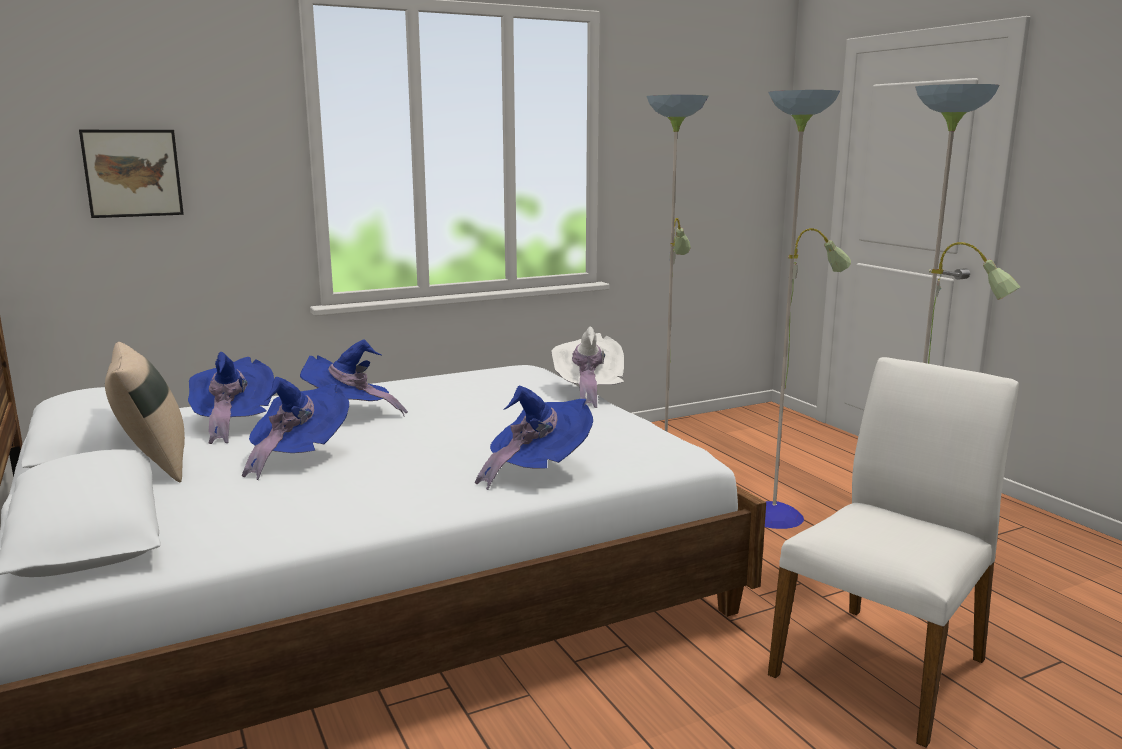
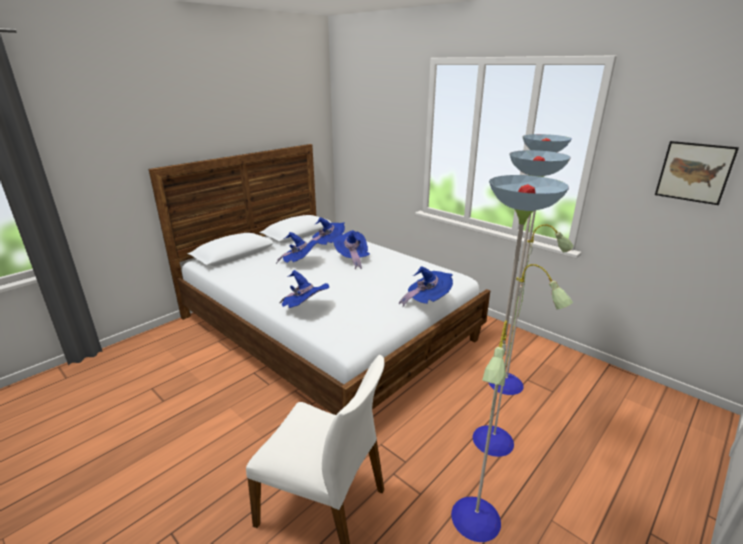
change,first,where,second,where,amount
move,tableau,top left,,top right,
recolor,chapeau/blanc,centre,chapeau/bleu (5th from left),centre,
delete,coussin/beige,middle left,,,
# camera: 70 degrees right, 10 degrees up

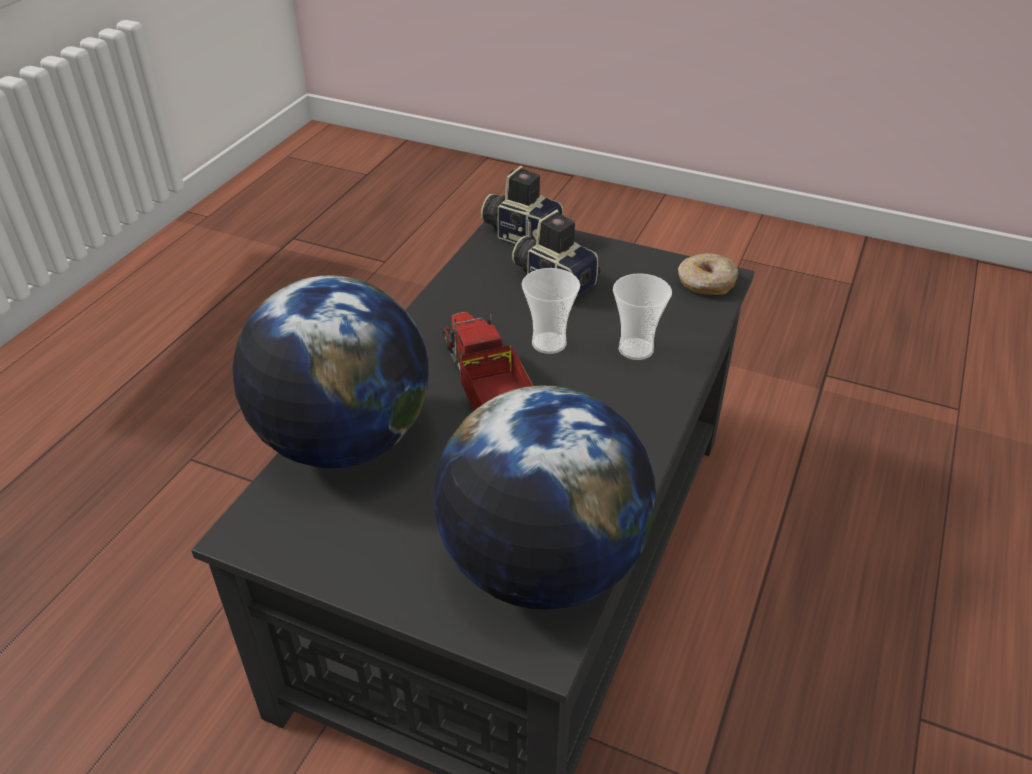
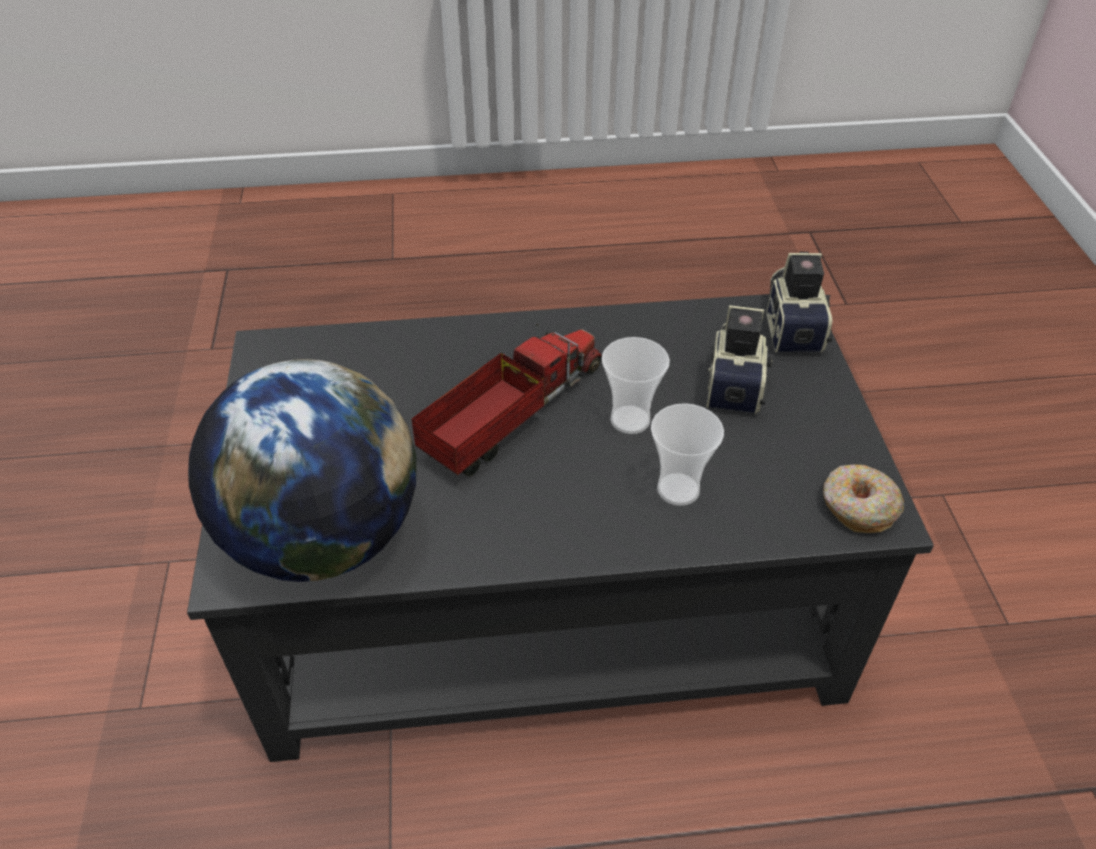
change,first,where,second,where,amount
delete,globe (1st from left),middle left,,,
# camera: 60 degrees right, 5 degrees up

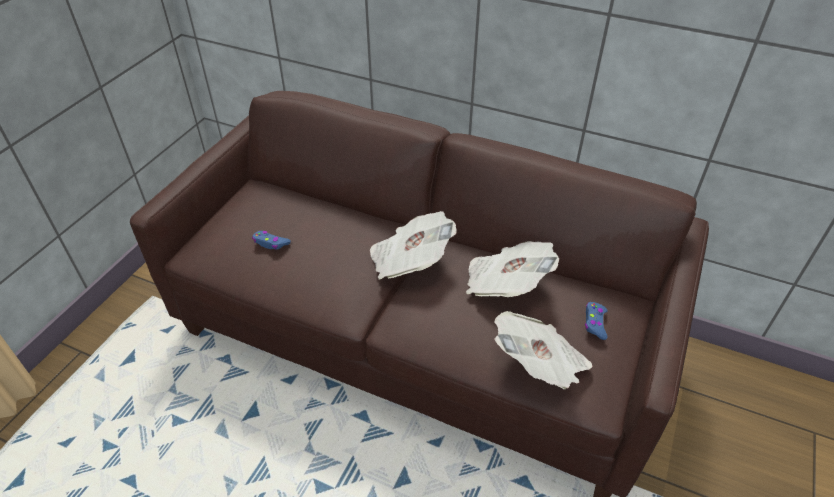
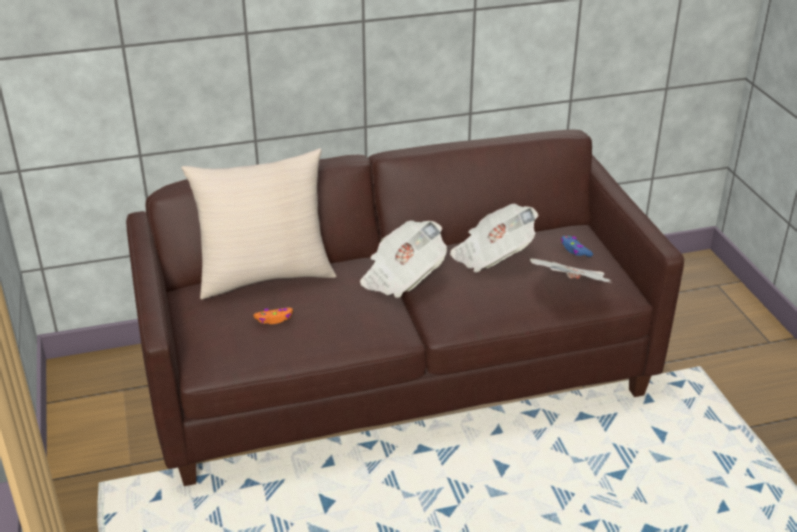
change,first,where,second,where,amount
recolor,manette/bleu (1st from left),middle left,manette/orange,centre,
insert,,,coussin/beige,middle left,
# camera: 40 degrees left, 10 degrees down

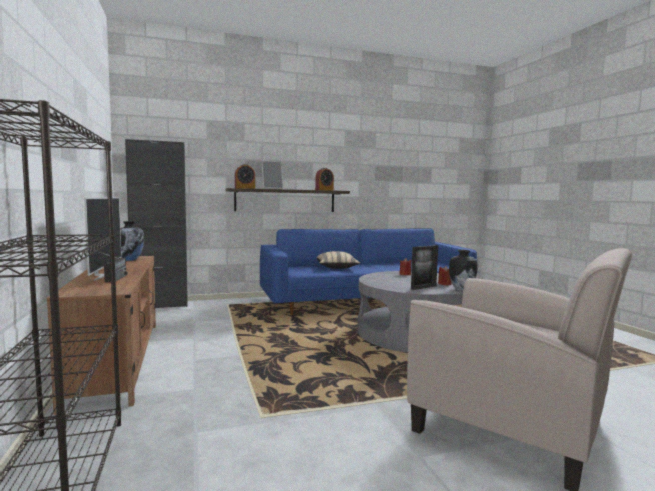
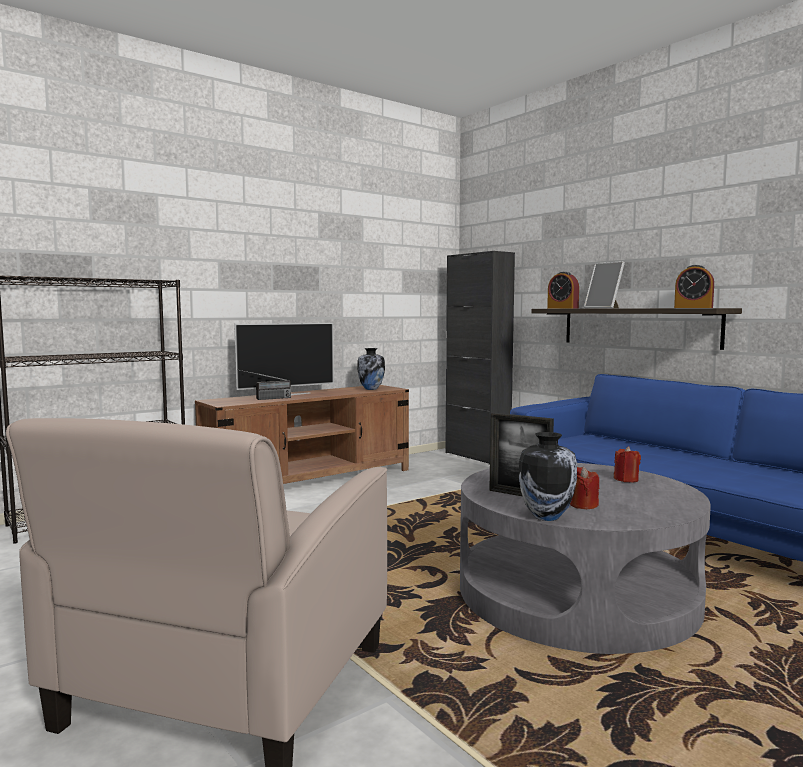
change,first,where,second,where,amount
delete,coussin/beige,centre,,,
# camera: 70 degrees right, 0 degrees up

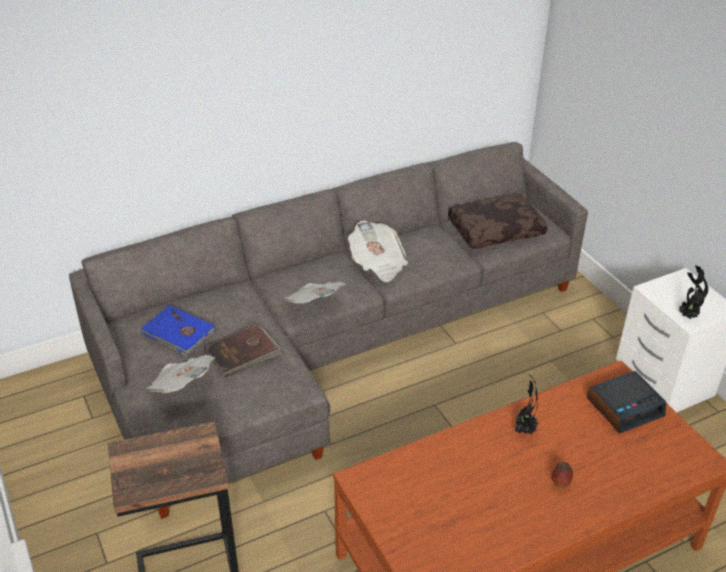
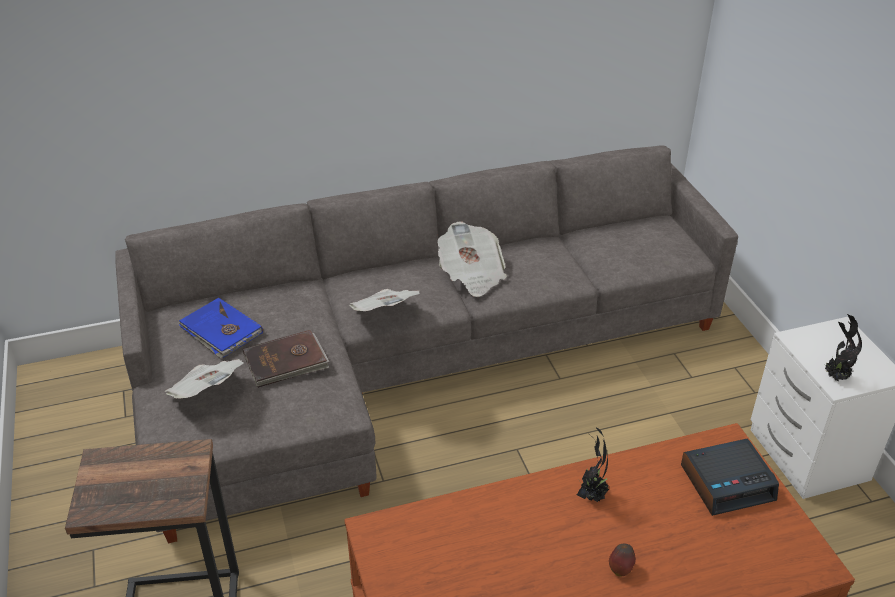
change,first,where,second,where,amount
delete,coussin/marron,middle right,,,
# camera: 10 degrees right, 0 degrees up

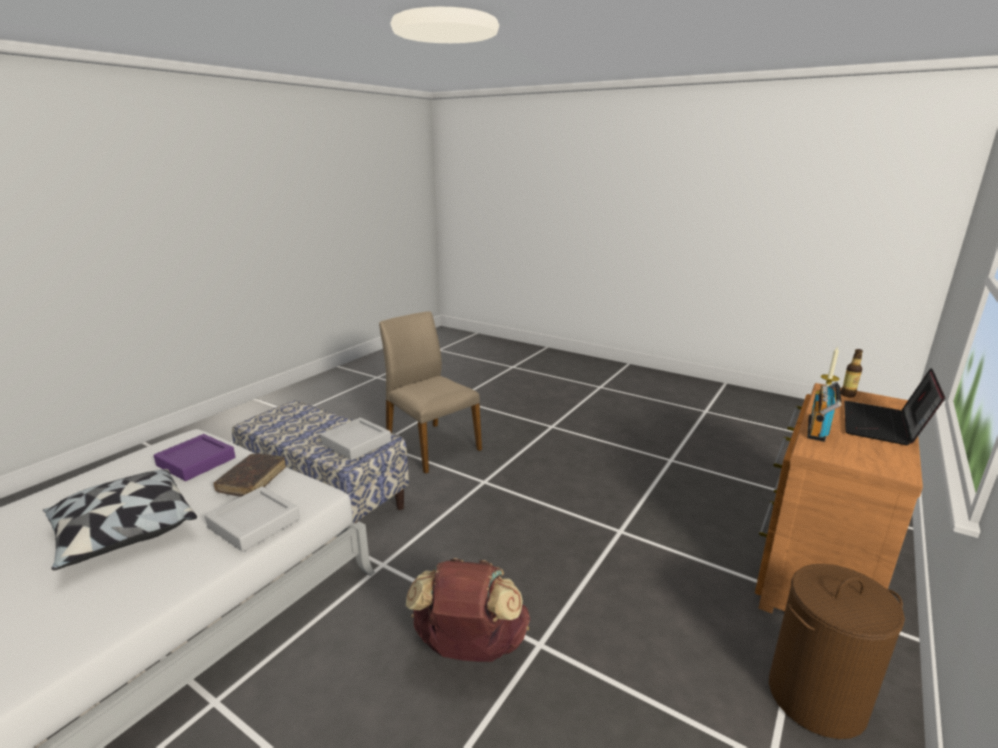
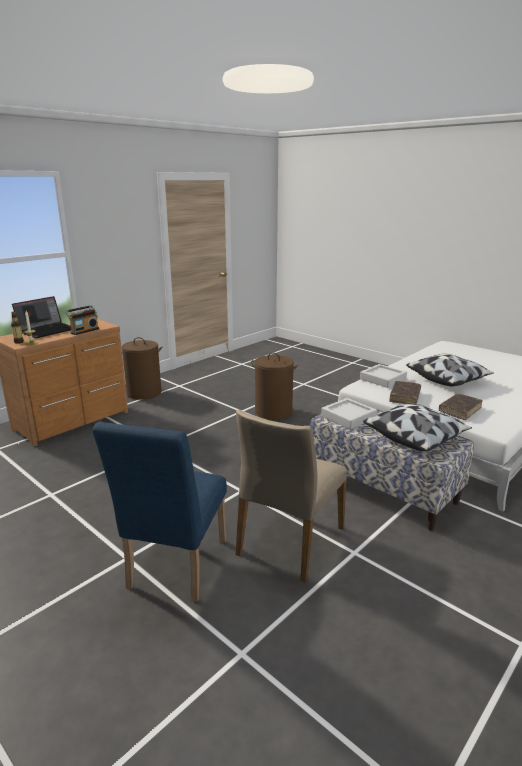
change,first,where,second,where,amount
rotate,chaise/beige,centre,,centre,60 degrees clockwise
replace,plateau/violet,middle left,livre/marron (2nd from left),middle right,
replace,sac à dos/marron,bottom centre,panier à linge/marron (2nd from left),centre,
insert,,,coussin (1st from left),middle right,
insert,,,chaise/bleu,bottom left,
# camera: 170 degrees left, 0 degrees up

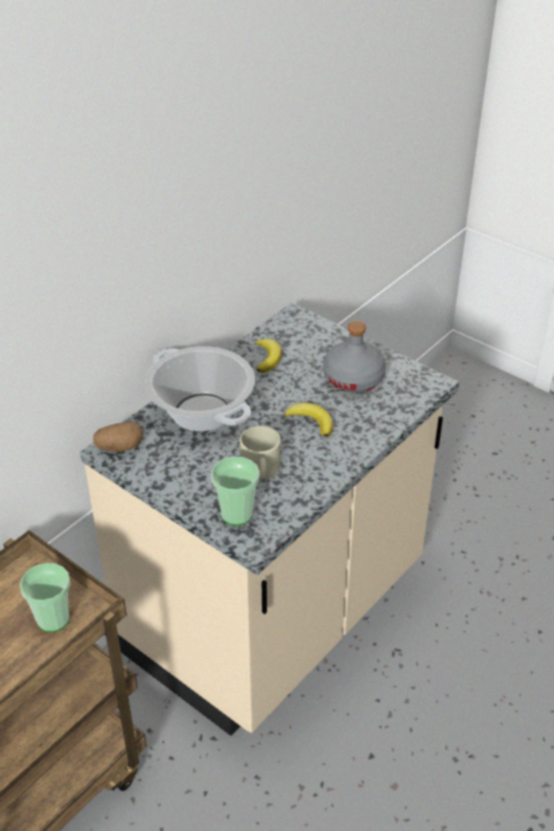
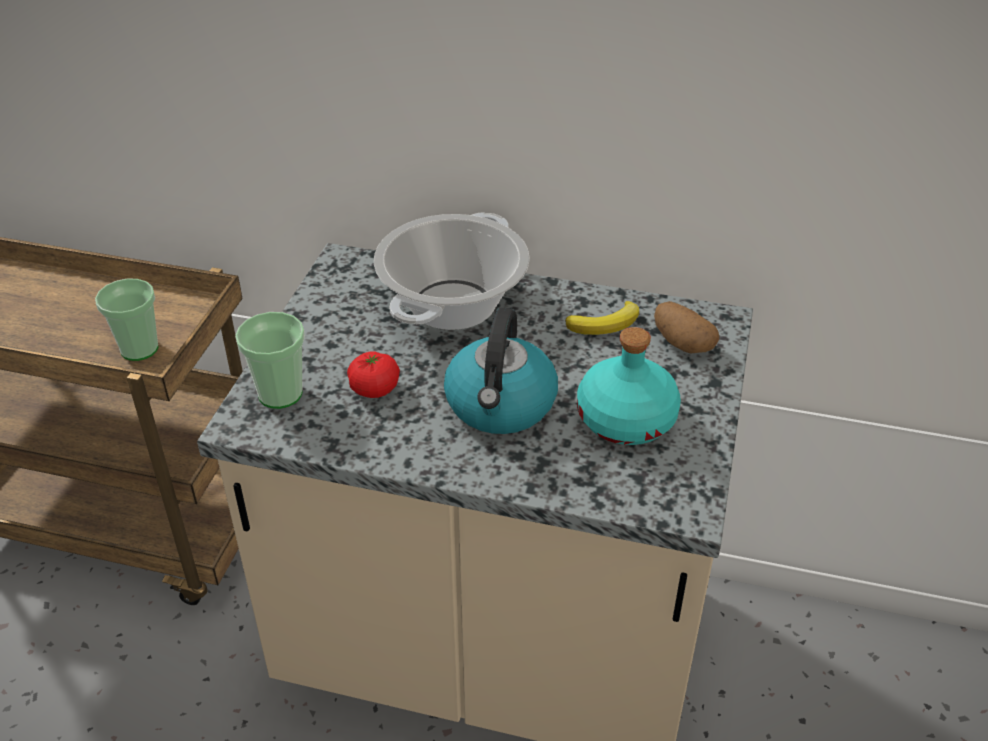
change,first,where,second,where,amount
recolor,bouteille/gris,centre,bouteille/turquoise,centre,
replace,banane (2nd from left),centre,bouilloire,centre,
move,pomme de terre,middle left,,middle right,
replace,mug/beige,centre,tomate,centre,
# camera: 65 degrees right, 0 degrees up

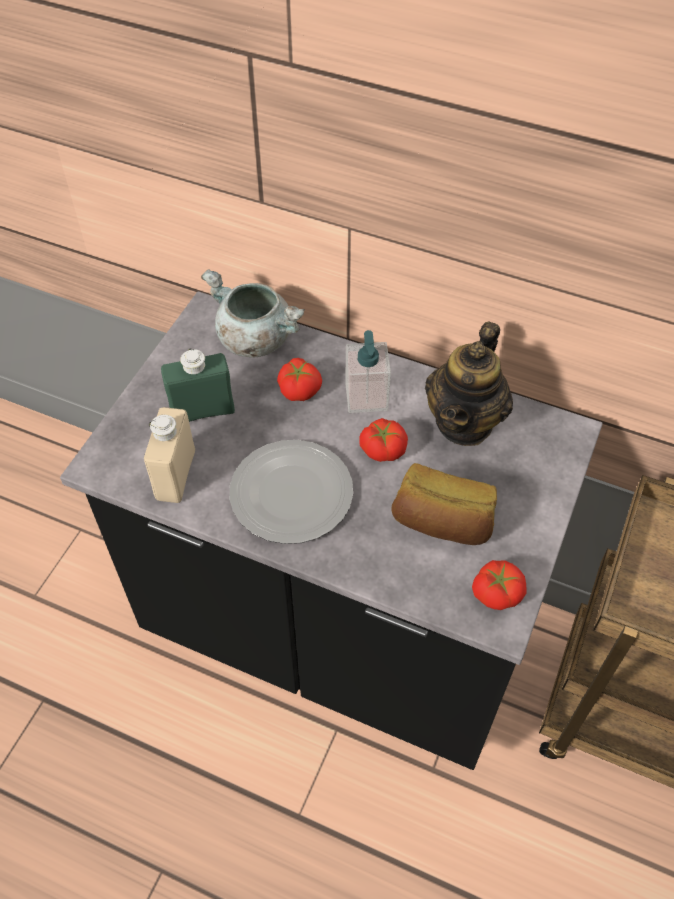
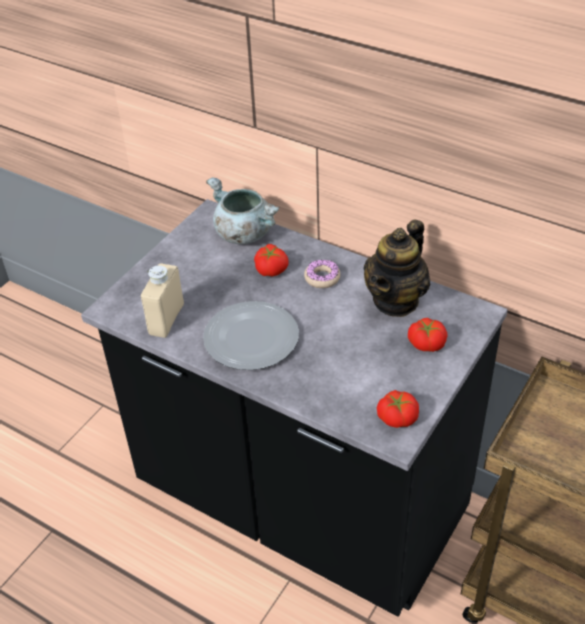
change,first,where,second,where,amount
replace,distributeur de savon,centre,beignet,centre,
delete,bouteille/vert,middle left,,,
move,tomate (2nd from left in the first image),centre,tomate (3rd from left),middle right,
delete,pain,centre,,,
# camera: 10 degrees right, 10 degrees down

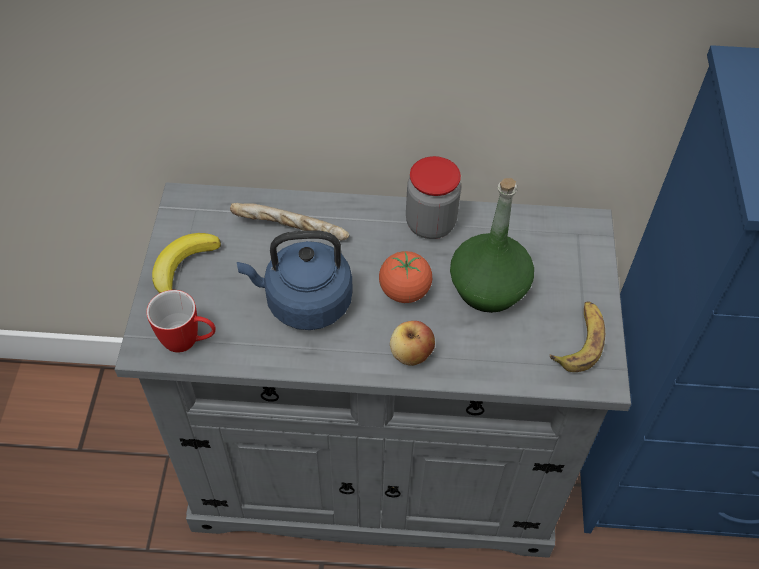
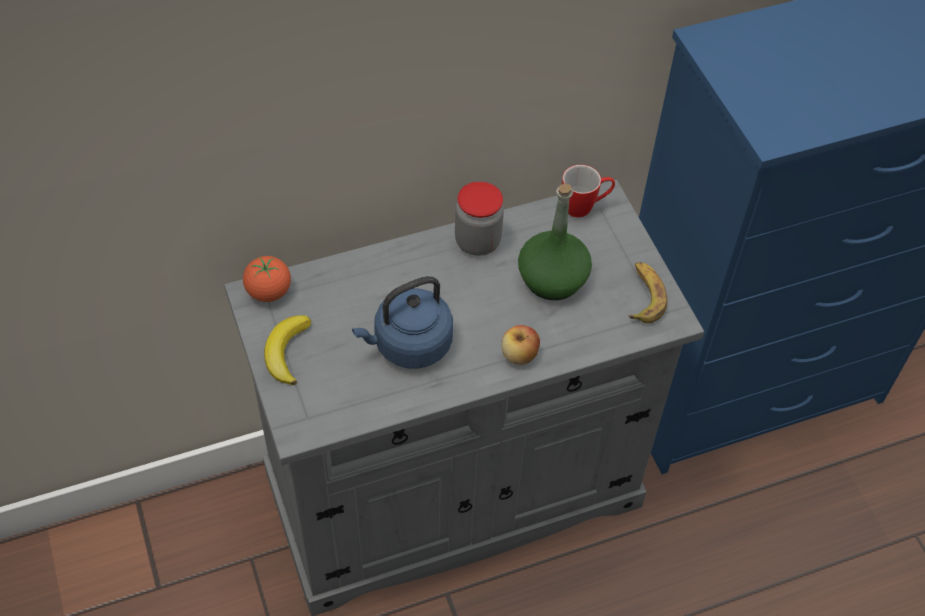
change,first,where,second,where,amount
delete,pain,centre,,,
move,tomate,centre,,middle left,
move,mug,middle left,,top centre,
# camera: 25 degrees left, 0 degrees up

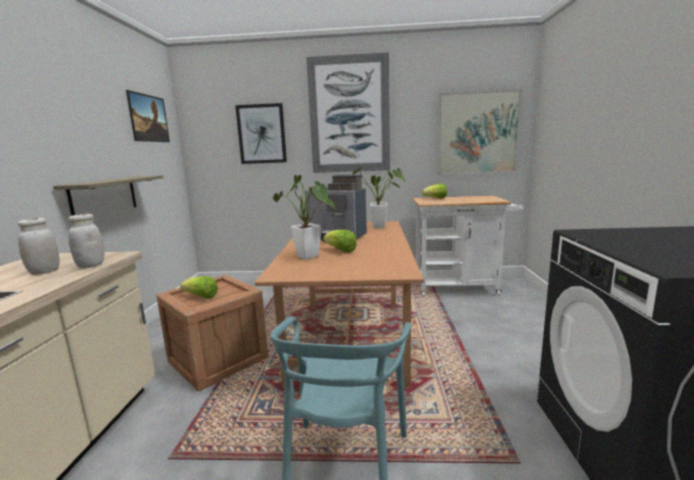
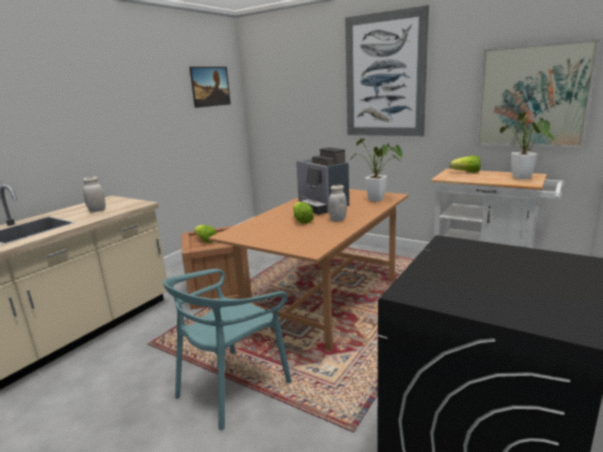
change,first,where,second,where,amount
delete,tableau (2nd from left),top centre,,,
delete,étagère,middle left,,,
move,plante en pot (1st from left in the first image),centre,plante en pot (2nd from left),top right,
move,bocal/blanc (2nd from left),middle left,,centre,
# camera: 30 degrees right, 5 degrees up

